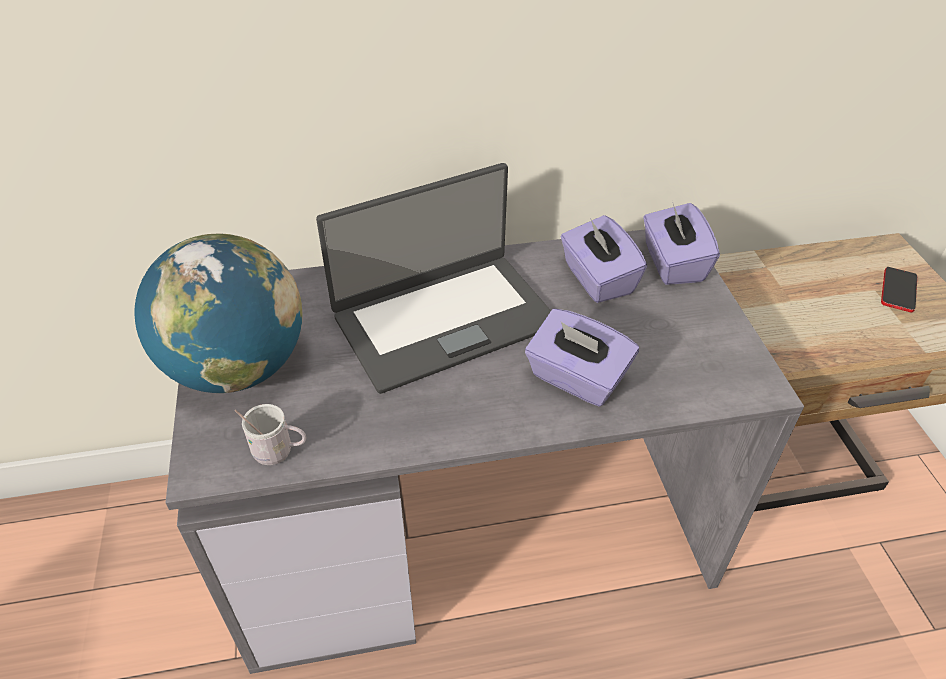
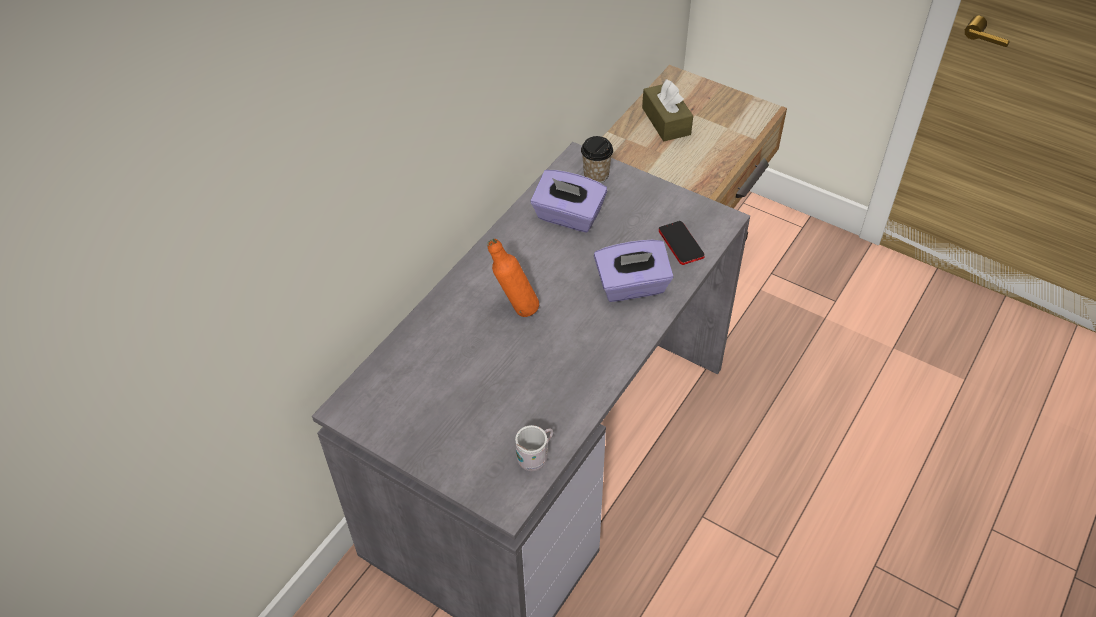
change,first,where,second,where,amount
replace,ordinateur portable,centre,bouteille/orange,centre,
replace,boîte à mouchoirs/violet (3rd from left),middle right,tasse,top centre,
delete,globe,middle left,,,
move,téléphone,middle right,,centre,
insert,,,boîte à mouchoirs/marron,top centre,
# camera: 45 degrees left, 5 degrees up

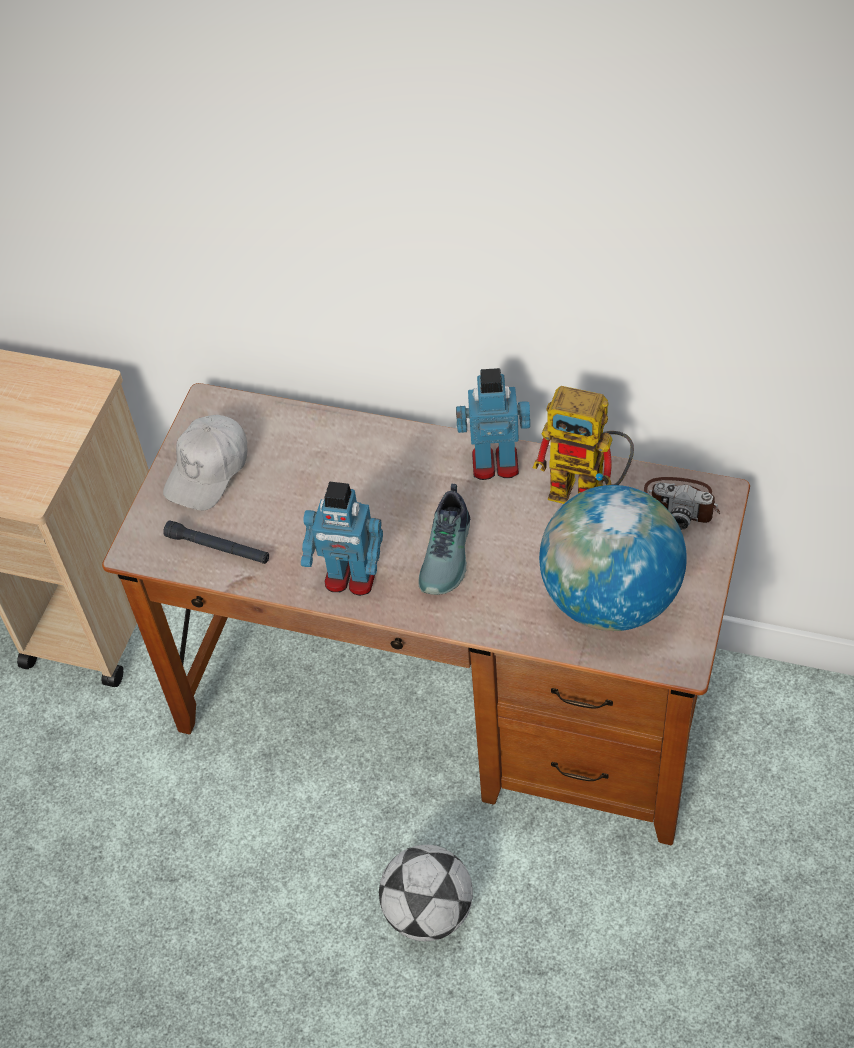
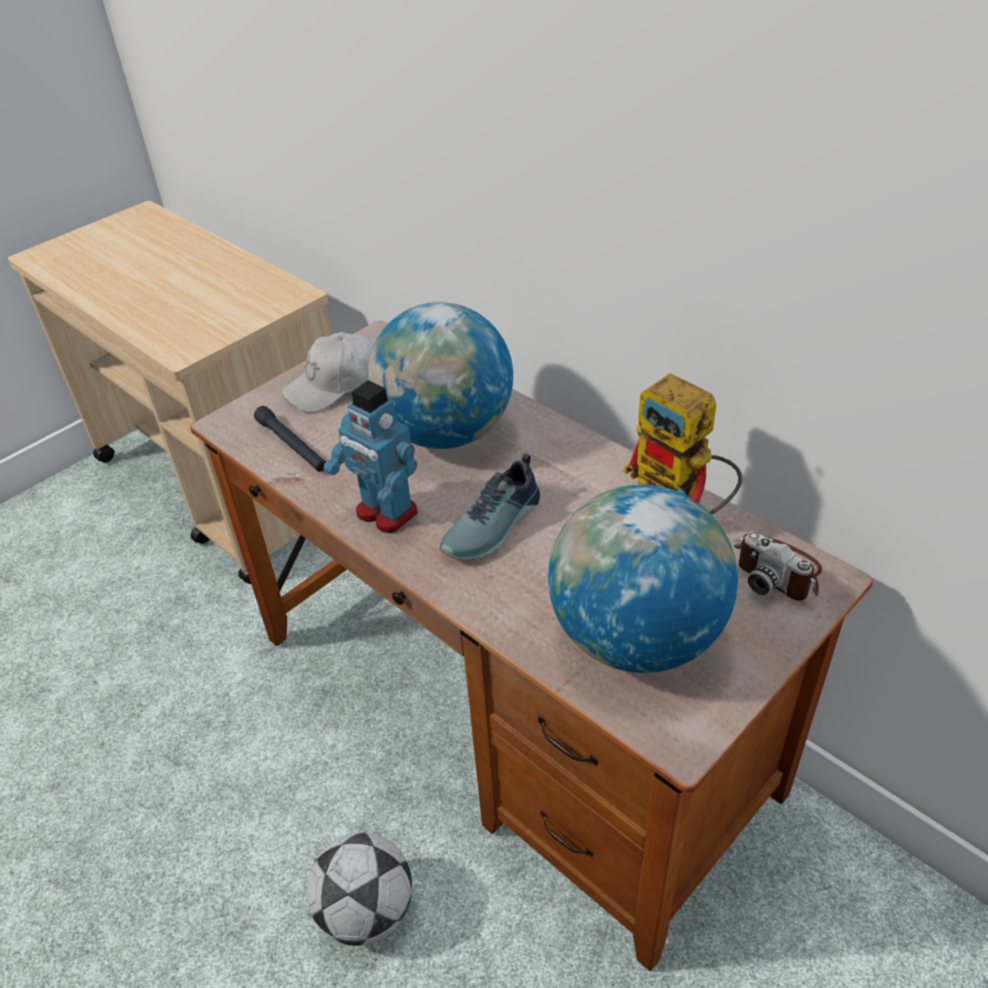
change,first,where,second,where,amount
delete,robot jouet (2nd from left),centre,,,
insert,,,globe (1st from left),centre,
# camera: 25 degrees right, 10 degrees down

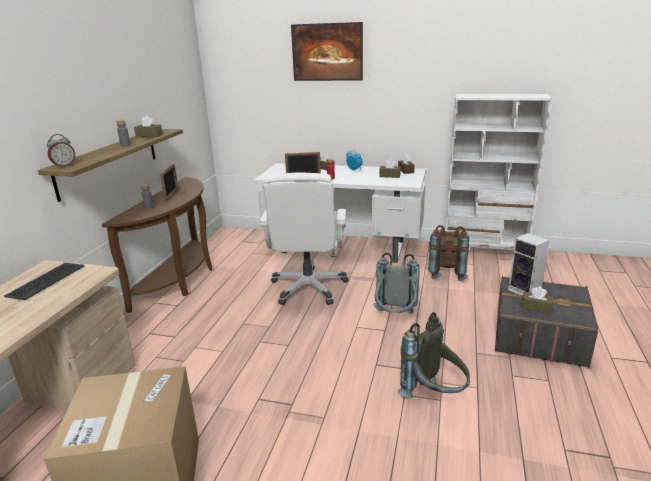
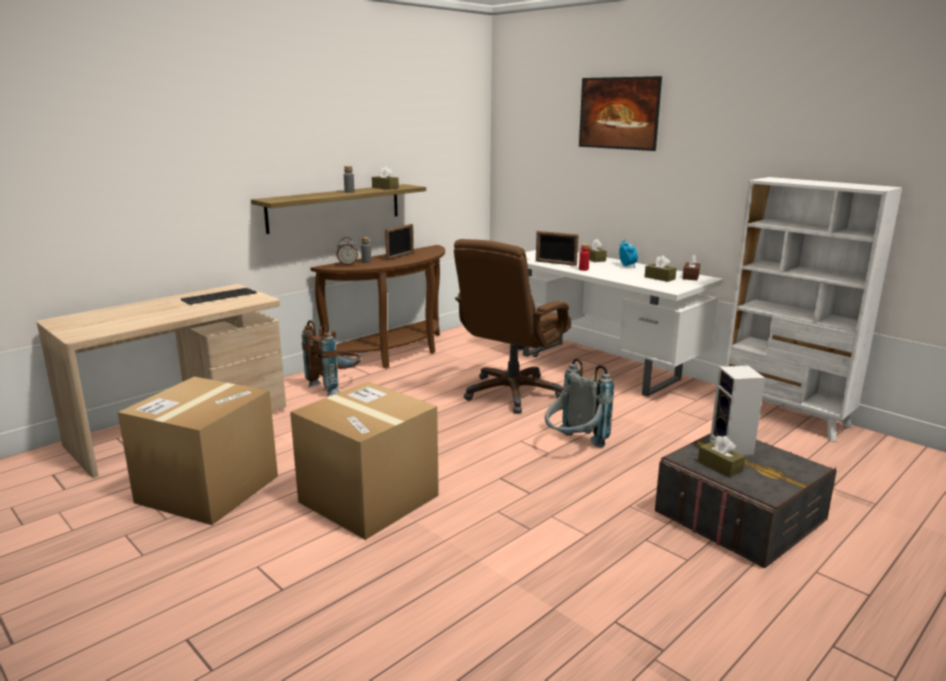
change,first,where,second,where,amount
move,réveil (1st from left),top left,,centre,
recolor,chaise de bureau/blanc,centre,chaise de bureau/marron,centre,
move,sac à dos/marron,middle right,,centre,
delete,sac à dos/gris (2nd from left),bottom right,,,
insert,,,carton (2nd from left),bottom centre,
# camera: 30 degrees right, 5 degrees down

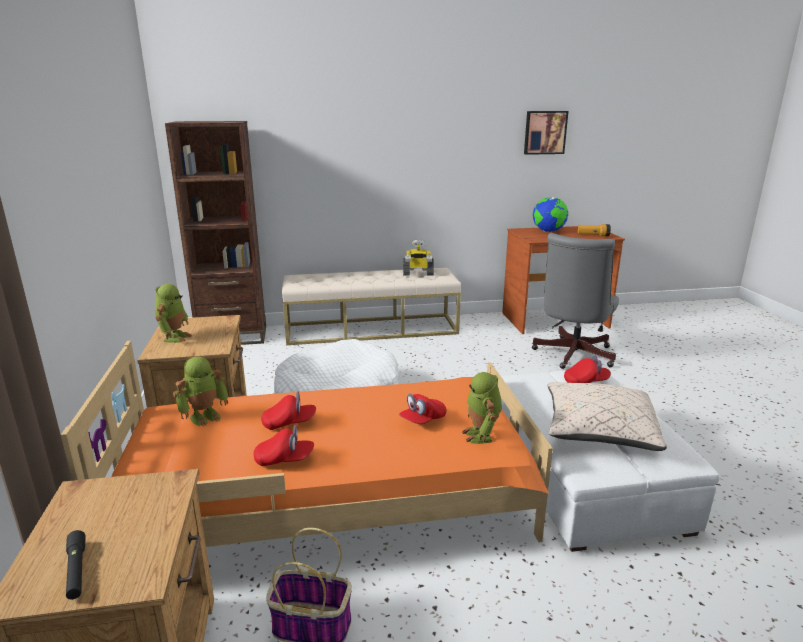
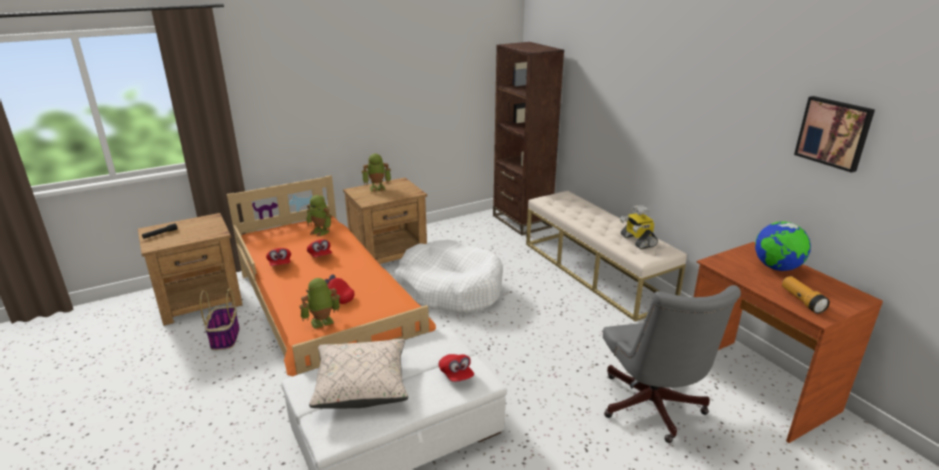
change,first,where,second,where,amount
rotate,chaise de bureau/gris,middle right,,bottom right,105 degrees counterclockwise
# camera: 70 degrees right, 5 degrees up

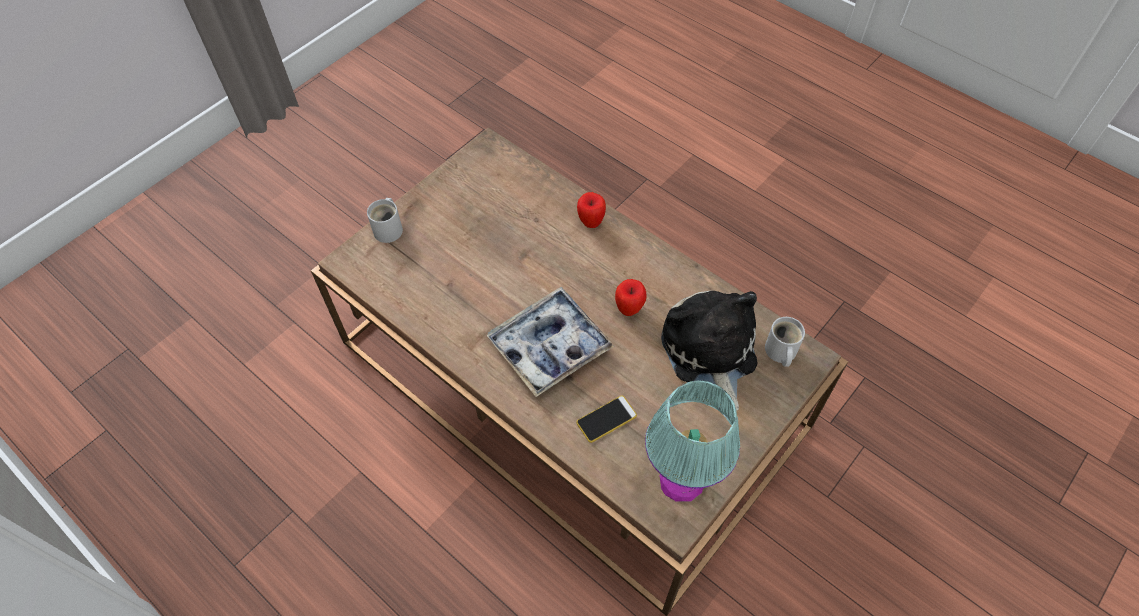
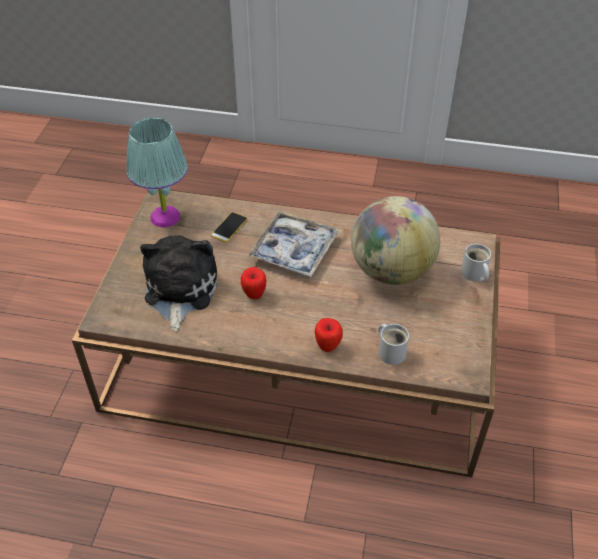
change,first,where,second,where,amount
rotate,peluche,centre,,middle left,135 degrees counterclockwise
move,mug/blanc (2nd from left in the first image),middle right,mug/blanc (1st from left),centre,
insert,,,globe,centre,
# camera: 150 degrees right, 10 degrees down

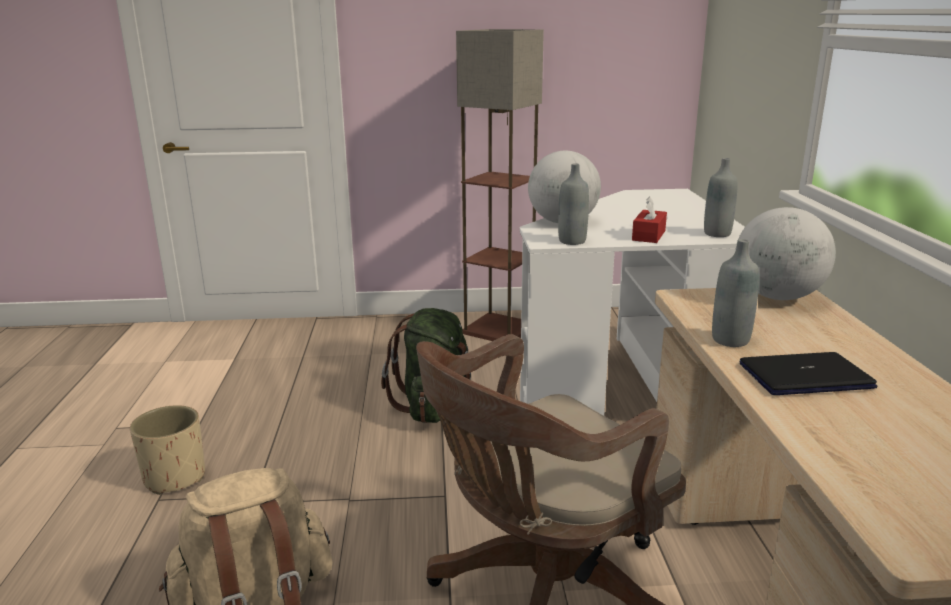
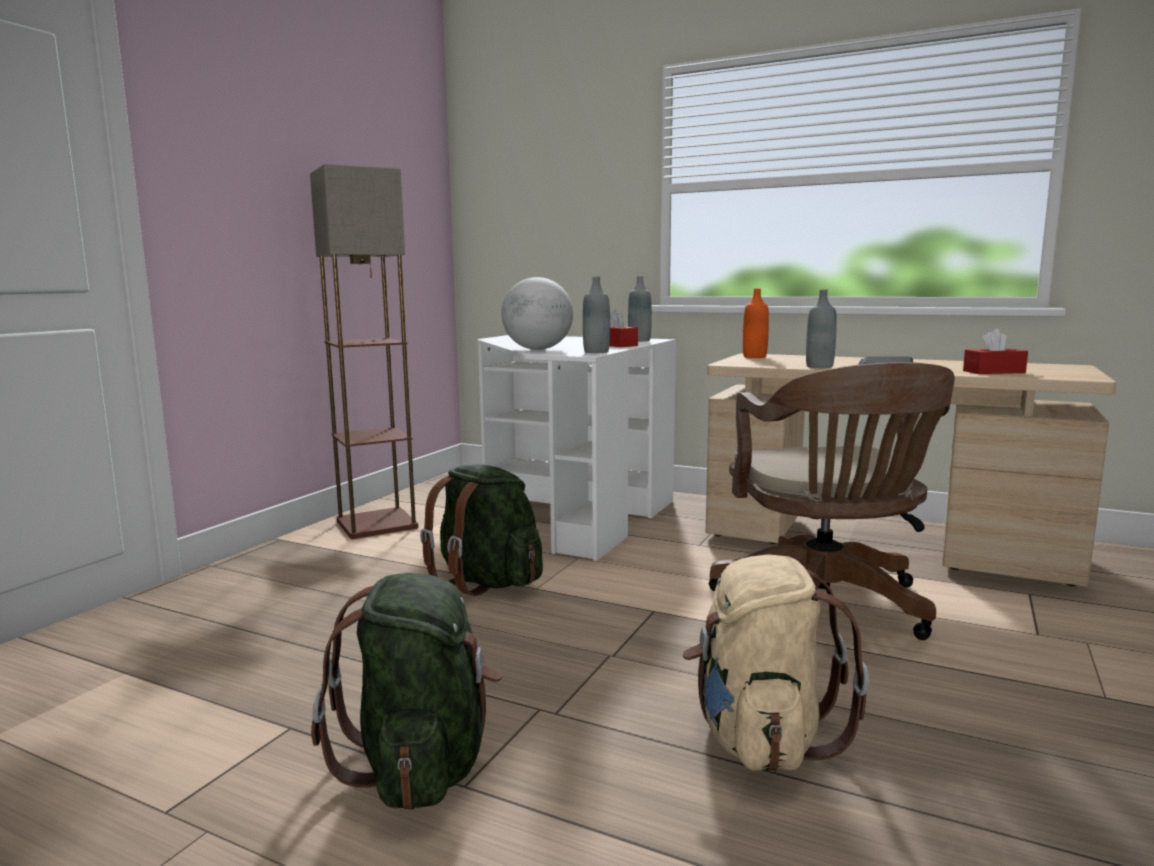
change,first,where,second,where,amount
replace,globe (2nd from left),middle right,bouteille/orange,centre,
replace,cache-pot/beige,bottom left,sac à dos/vert (1st from left),bottom centre,
insert,,,boîte à mouchoirs/rouge (2nd from left),middle right,
# camera: 60 degrees left, 10 degrees down

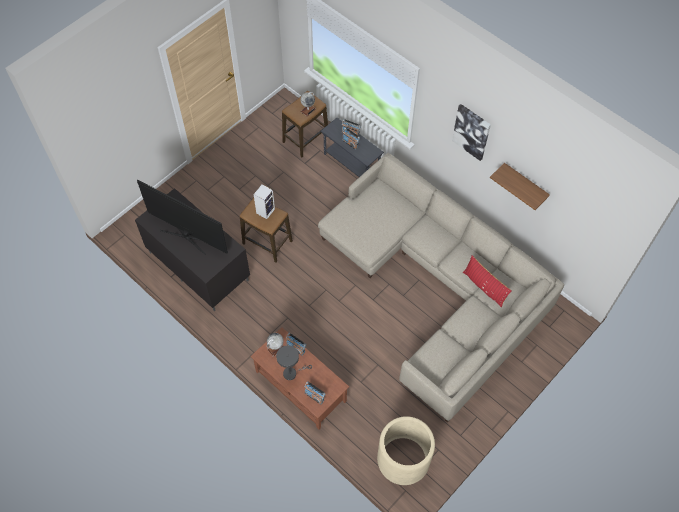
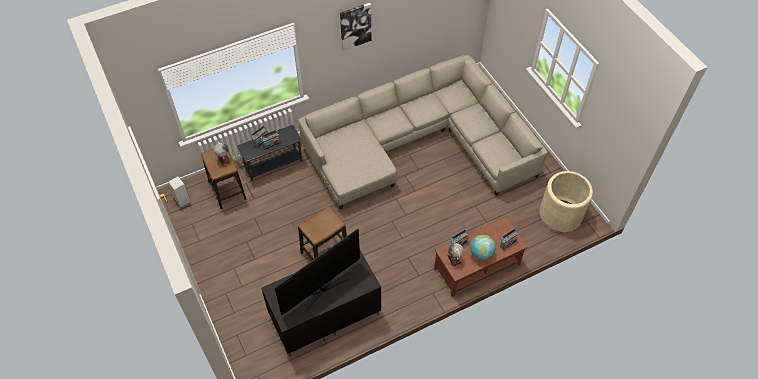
change,first,where,second,where,amount
delete,étagère,middle right,,,
move,enceinte,centre,,middle left,
delete,coussin/rouge,middle right,,,
replace,lampe de table/gris,bottom centre,globe (3rd from left),centre,
# camera: 70 degrees left, 5 degrees down

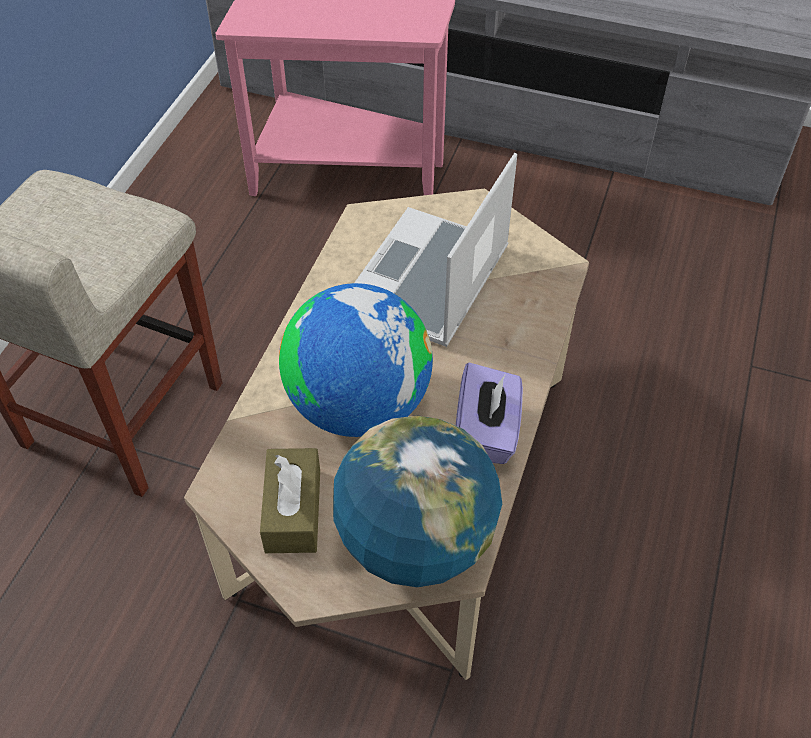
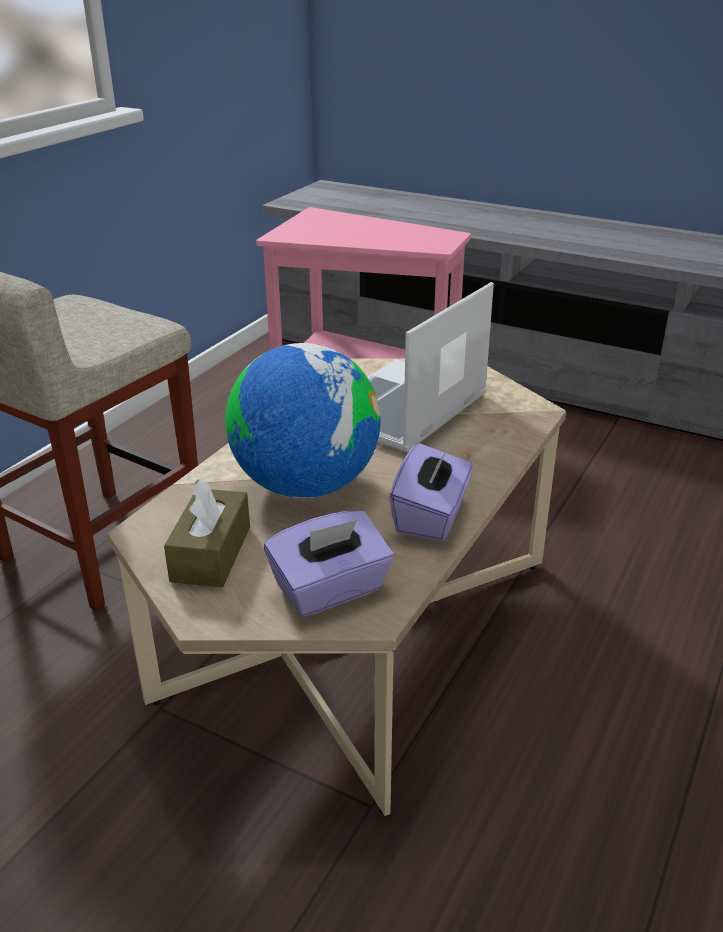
change,first,where,second,where,amount
replace,globe (2nd from left),bottom centre,boîte à mouchoirs/violet (1st from left),centre,
# camera: 10 degrees right, 20 degrees down

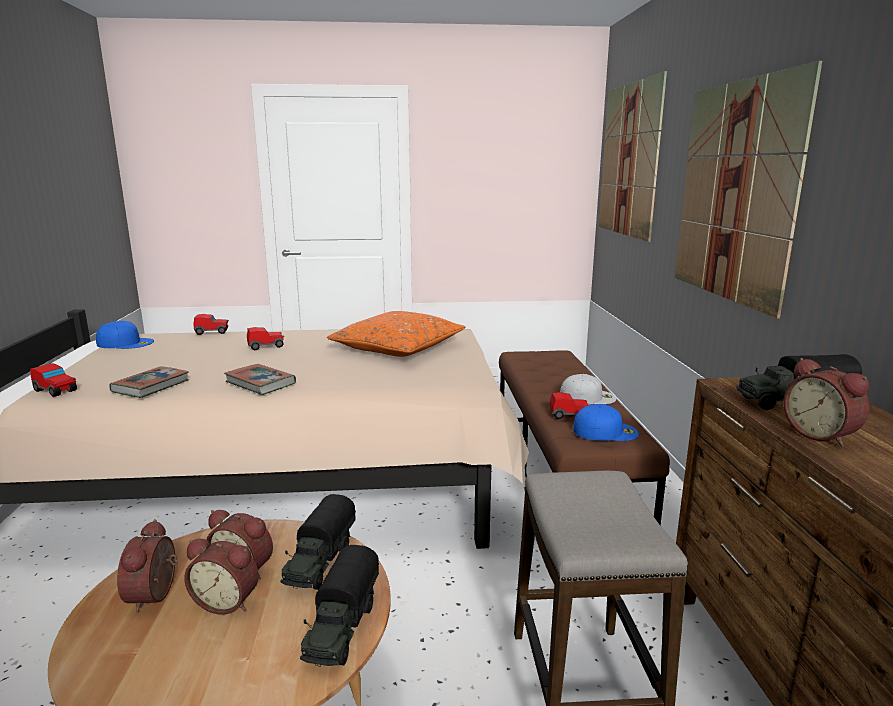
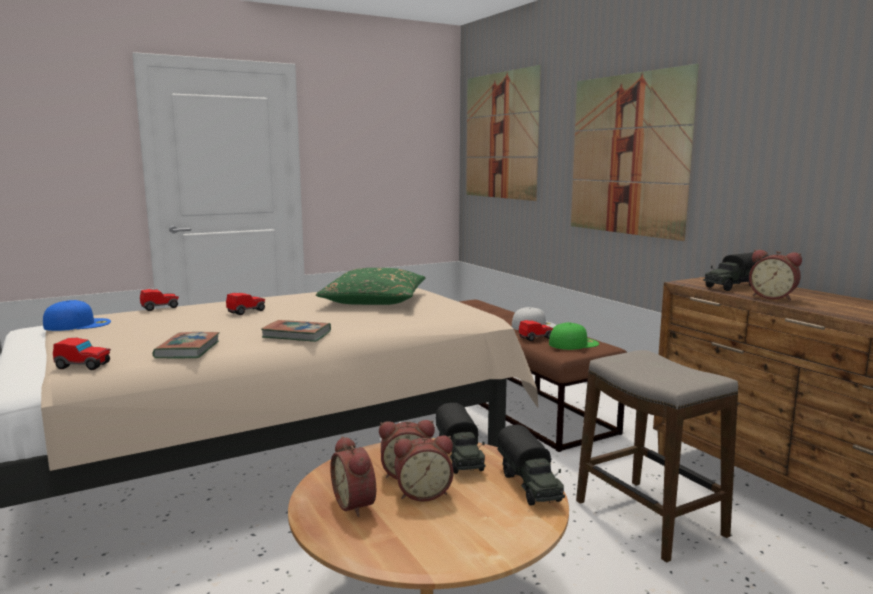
change,first,where,second,where,amount
recolor,coussin/orange,centre,coussin/vert,centre,
recolor,casquette/bleu (2nd from left),middle right,casquette/vert,centre,
# camera: 25 degrees left, 5 degrees down

